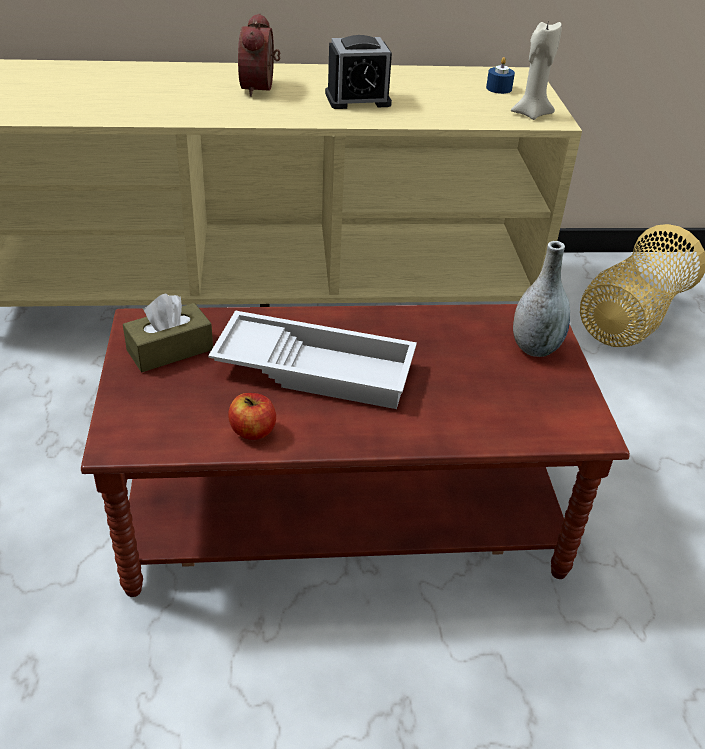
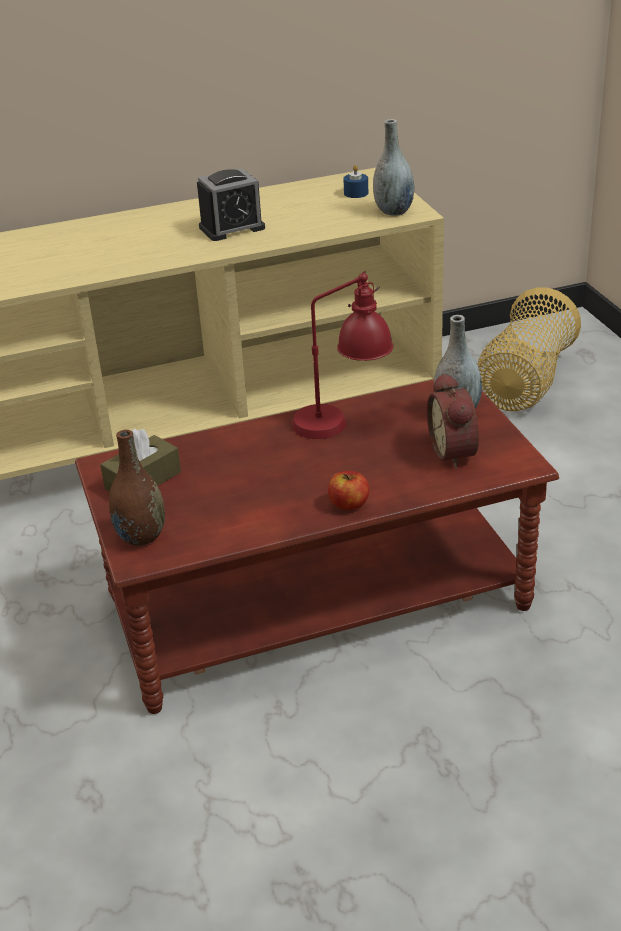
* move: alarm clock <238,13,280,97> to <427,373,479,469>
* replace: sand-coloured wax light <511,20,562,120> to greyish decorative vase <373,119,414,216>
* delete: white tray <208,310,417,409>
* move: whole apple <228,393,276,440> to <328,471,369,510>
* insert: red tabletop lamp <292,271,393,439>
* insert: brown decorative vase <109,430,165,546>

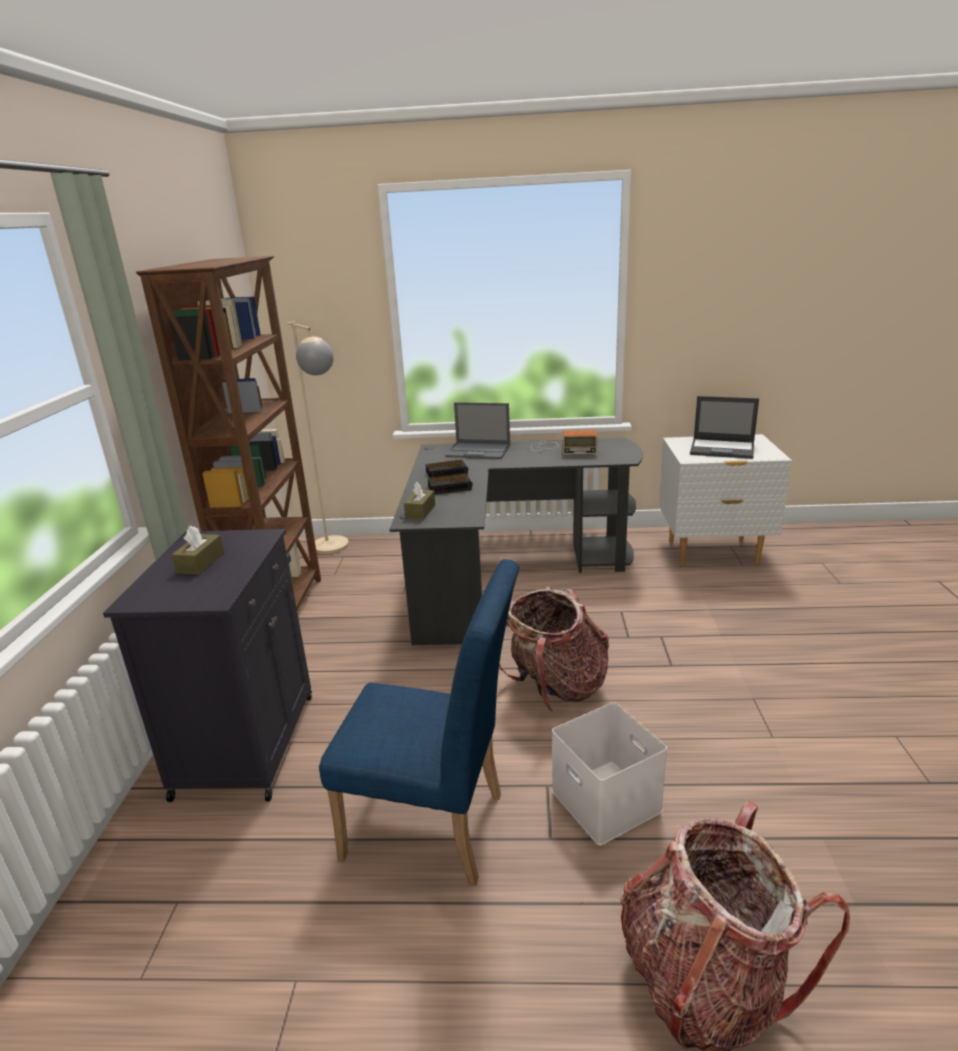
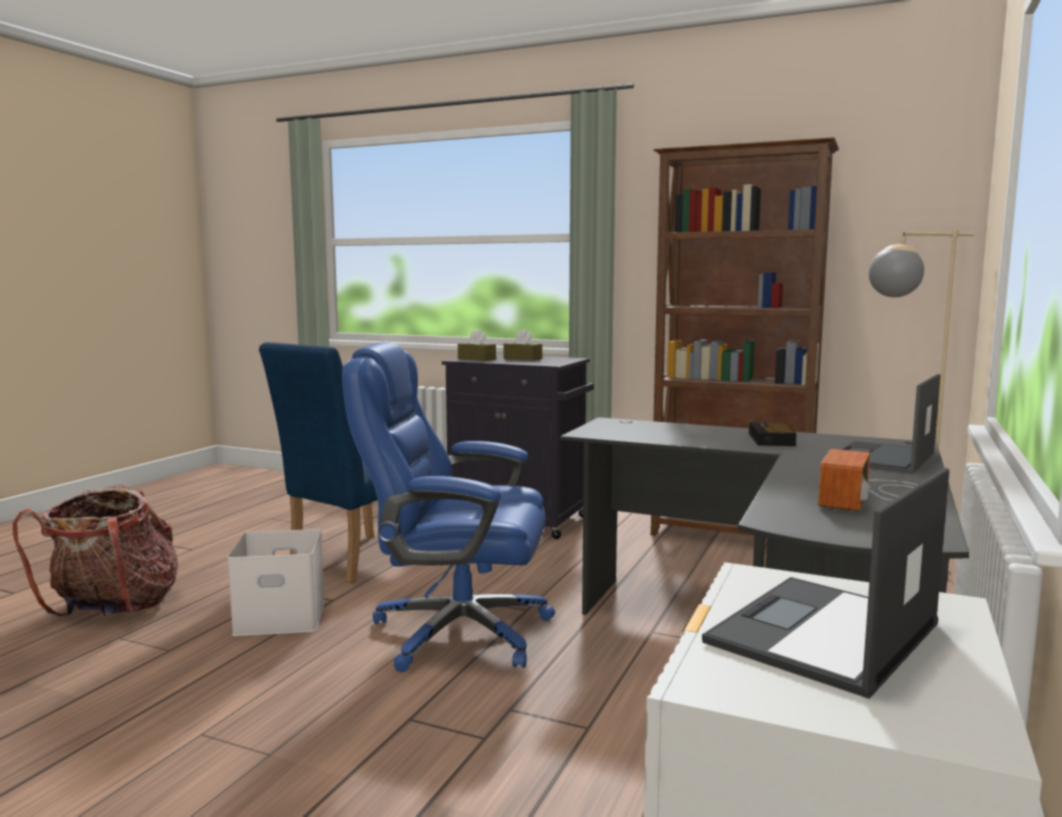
* delete: alarm clock <428,474,473,494>
* move: brown tissue holder <404,482,435,519> to <458,329,496,361>
* replace: rucksack <499,586,609,712> to blue computer chair <342,342,555,672>

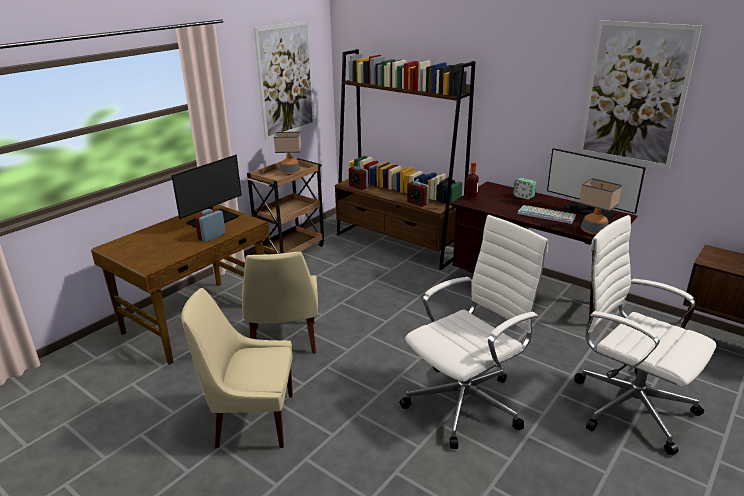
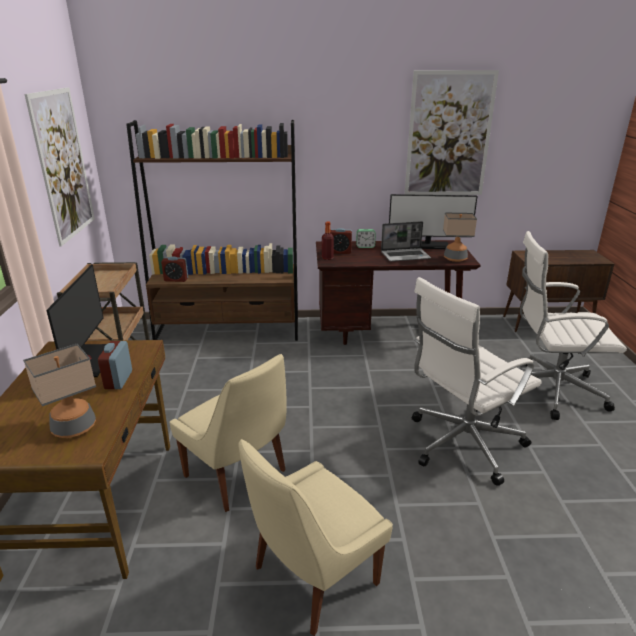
* move: tabletop lamp <274,132,301,175> to <23,344,96,438>
* move: alarm clock <407,181,429,207> to <330,228,352,254>
* replace: computer keyboard <517,205,576,224> to notebook computer <381,221,431,261>
* rotate: white computer chair <400,215,548,449> = <412,277,542,486> 135 degrees counterclockwise

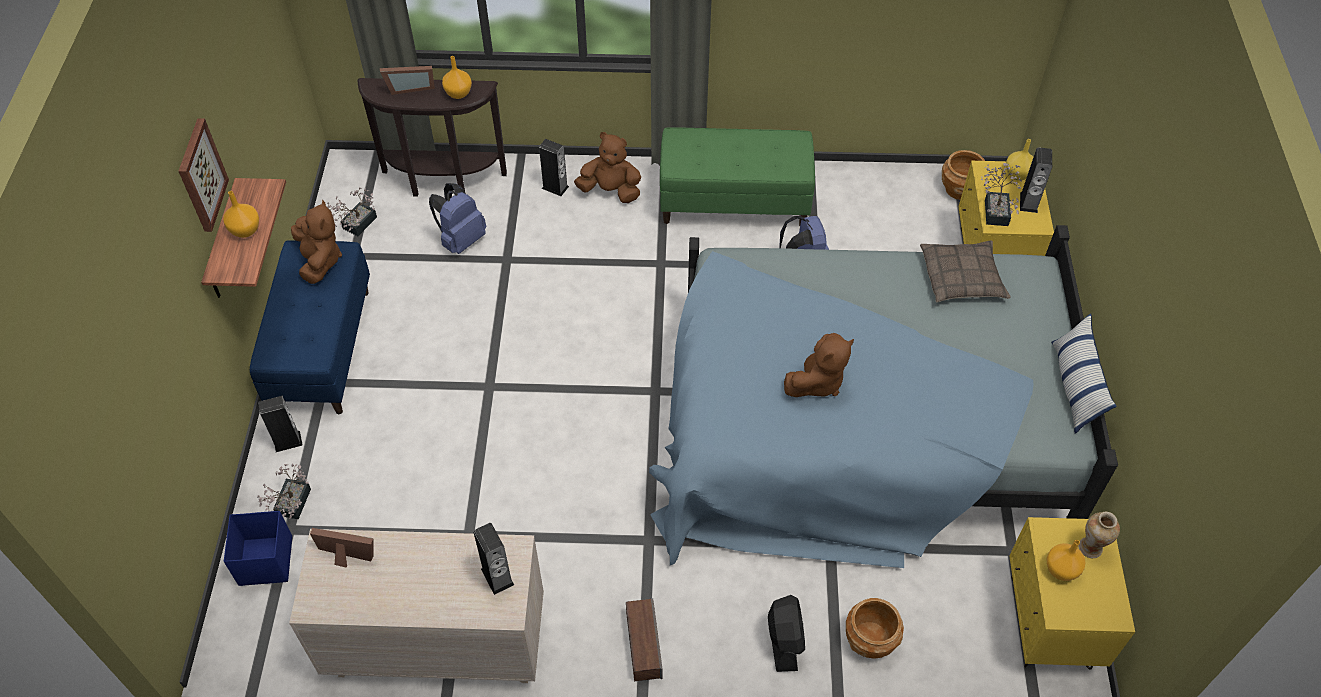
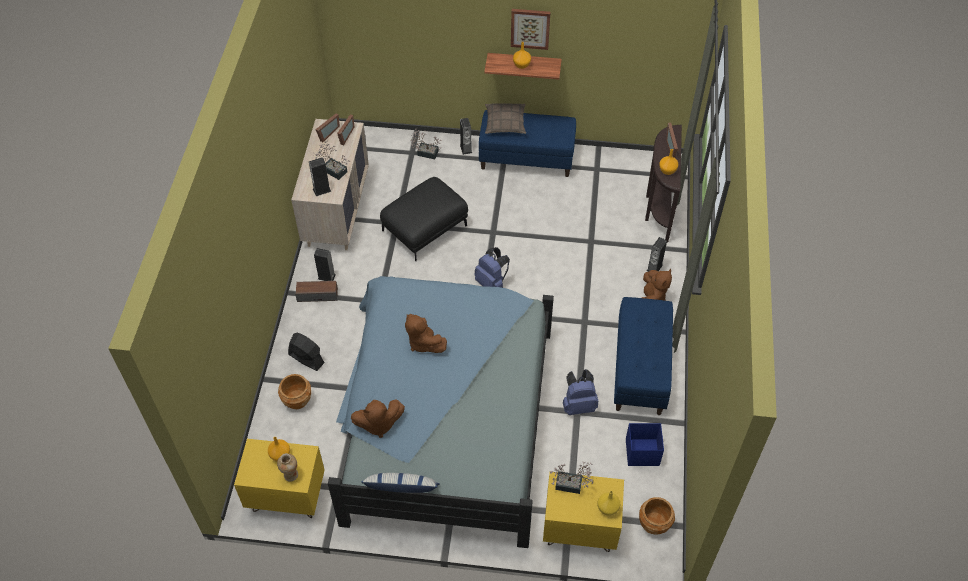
* recolor: greenish long seat <660,127,815,226> to blue long seat <614,297,673,415>
* move: loudspeaker <1020,147,1052,213> to <314,248,336,281>
* move: blue rucksack <429,183,486,254> to <474,247,510,288>
* move: houseplant <327,187,377,236> to <313,141,350,180>
* move: brown soft toy <291,200,342,284> to <351,399,405,438>
* move: cushion <920,240,1011,302> to <485,103,526,134>
* move: blue storage container <224,511,292,586> to <626,423,664,466>
* rotate: black-coloured fan <768,595,805,672> = <288,333,325,371> 150 degrees counterclockwise
* insert: picture frame <315,114,340,142>
* insert: black-coloured footrest <380,177,468,261>

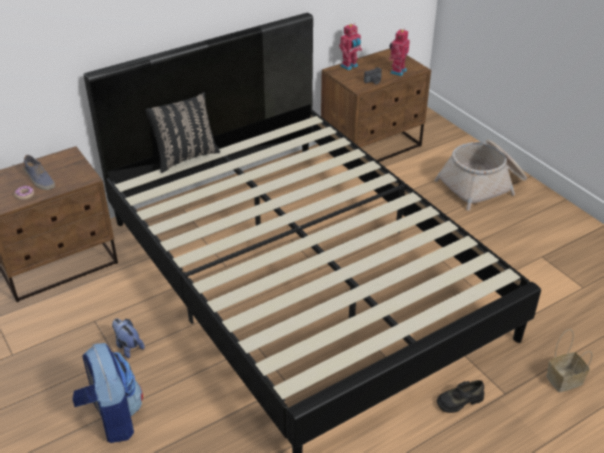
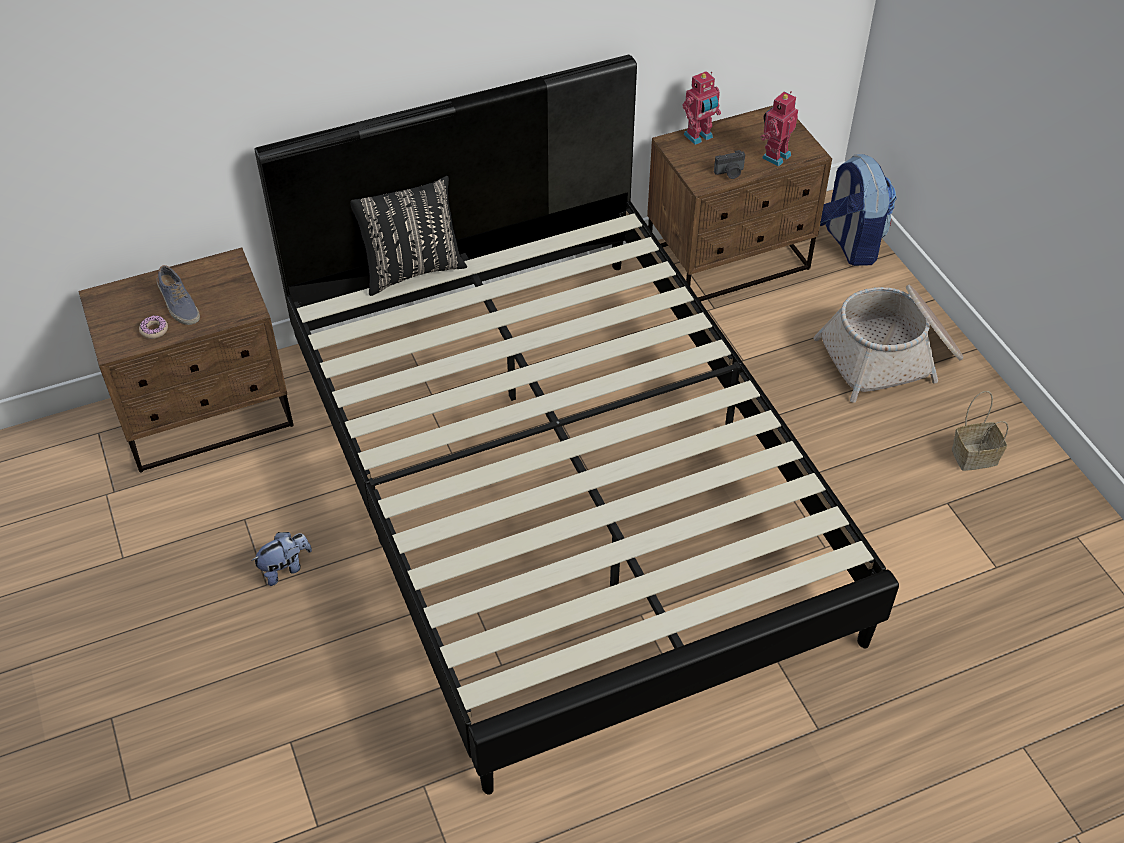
* rotate: soft toy <112,319,144,358> = <251,532,312,586> 90 degrees clockwise
* move: household basket <546,329,592,392> to <952,391,1009,471>
* move: rucksack <72,343,143,443> to <820,154,897,266>
* delete: black-coloured item of footwear <437,380,484,413>

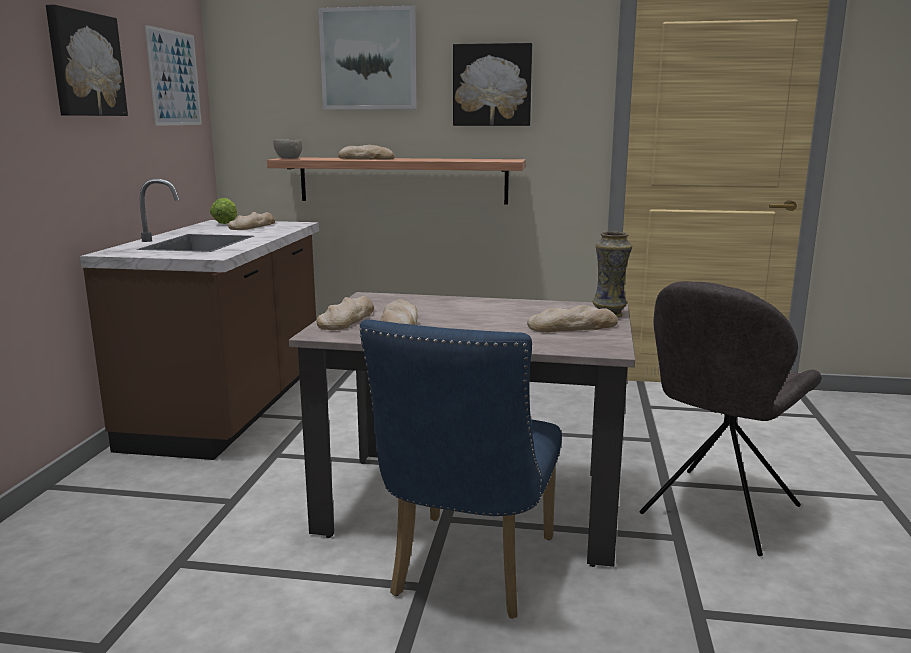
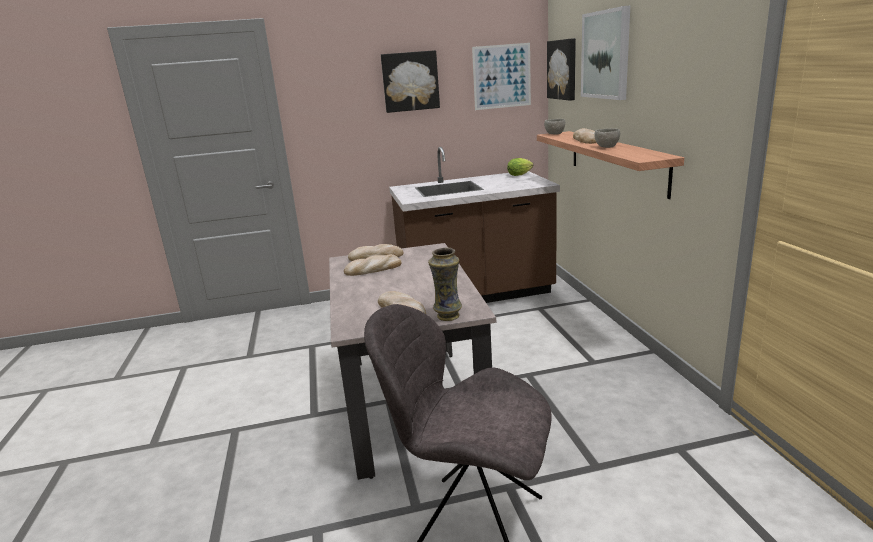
* move: wall art <453,43,532,126> to <547,38,576,101>
* delete: baked bread <228,212,275,230>
* delete: blue upright chair <360,319,562,618>
* insert: greyish serving bowl <595,128,620,148>

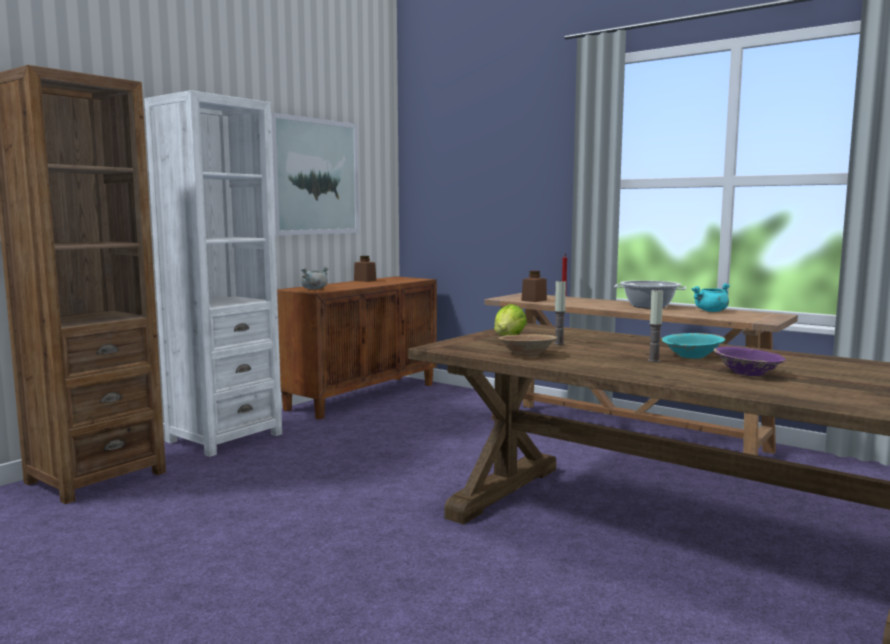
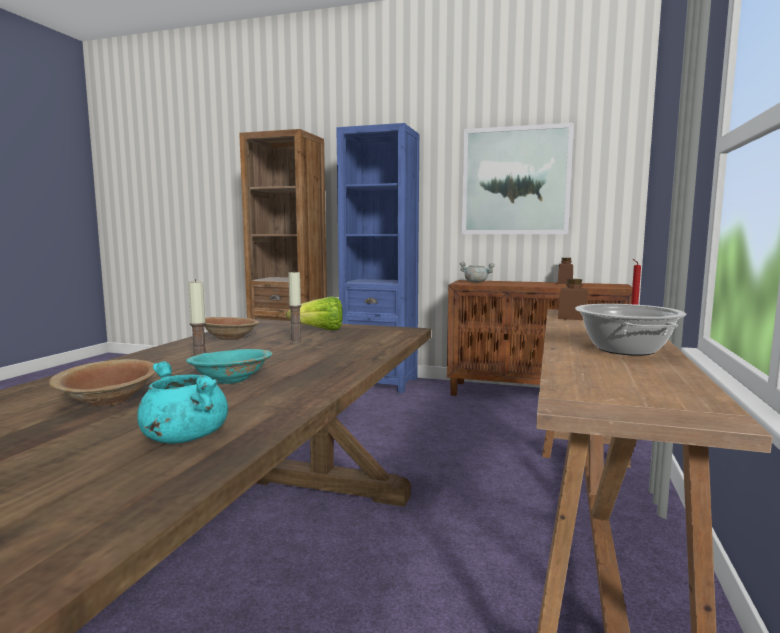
* recolor: white bookcase <145,90,282,457> to blue bookcase <336,123,419,393>
* move: turquoise stockpot <692,283,730,312> to <137,361,228,444>
* recolor: purple serving bowl <713,346,786,376> to brown serving bowl <49,359,156,407>

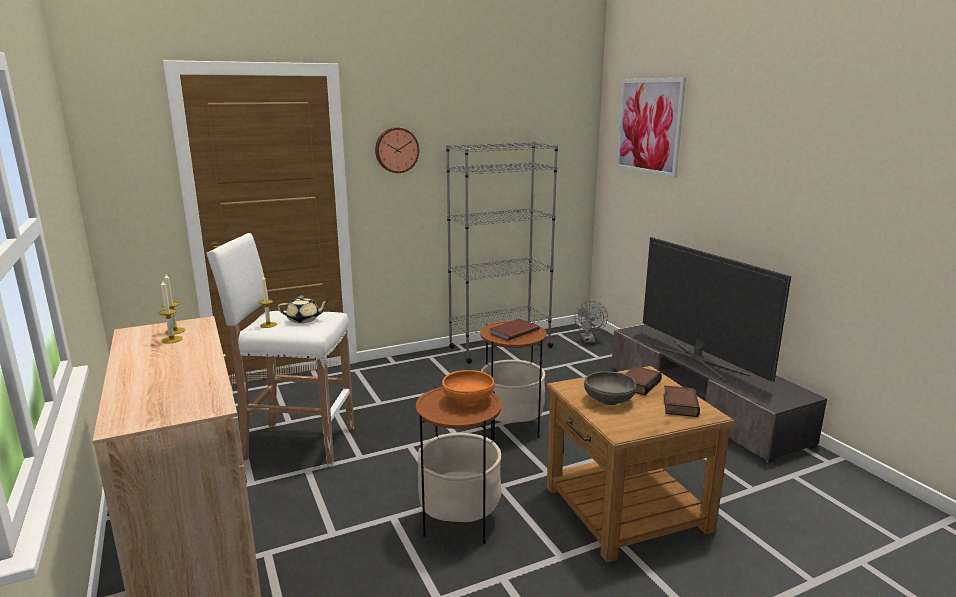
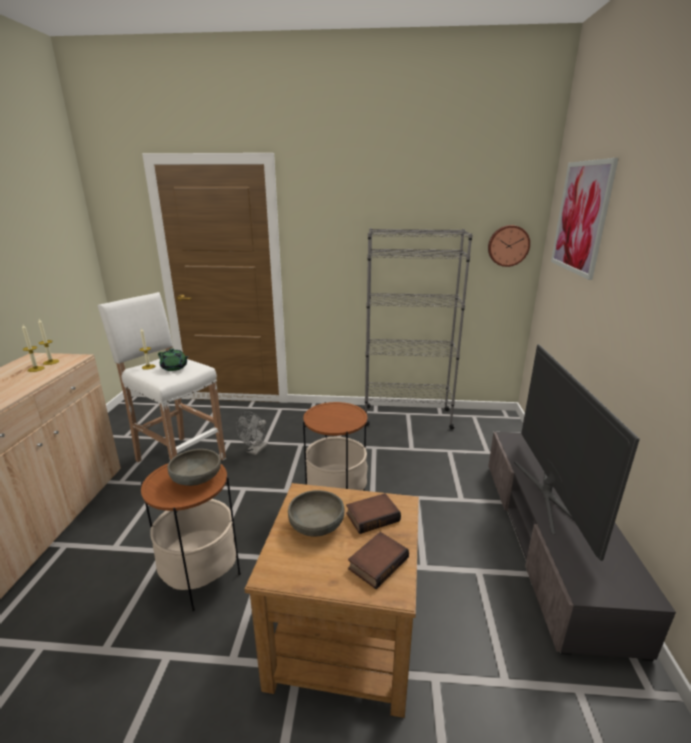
* move: hanging clock <375,127,419,173> to <488,225,530,267>
* recolor: sand-coloured tea pot <278,296,328,323> to greenish tea pot <158,348,189,371>
* move: greyish fan <575,301,608,343> to <236,411,268,455>
* delete: brown book <489,319,539,341>
* recolor: orange serving bowl <442,370,495,405> to greyish serving bowl <167,449,221,486>

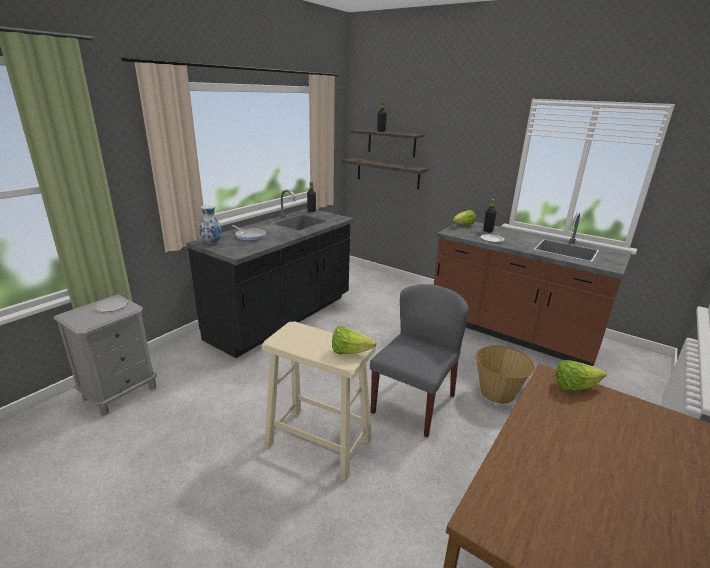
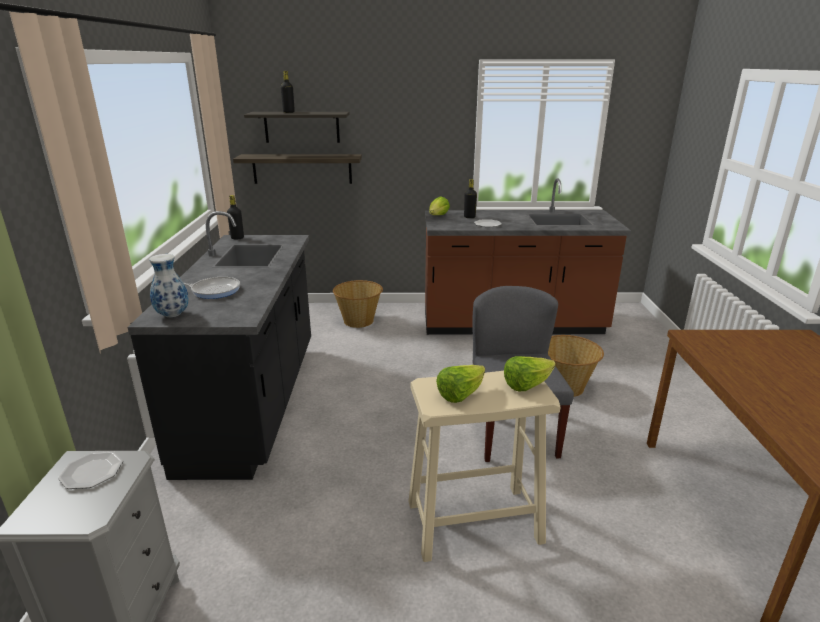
* move: head of lettuce <556,360,606,392> to <436,365,485,403>
* insert: household basket <333,280,383,328>

